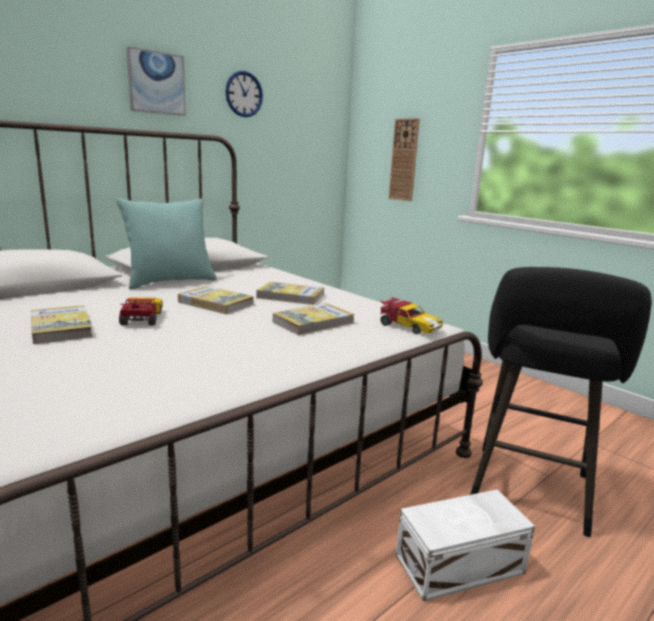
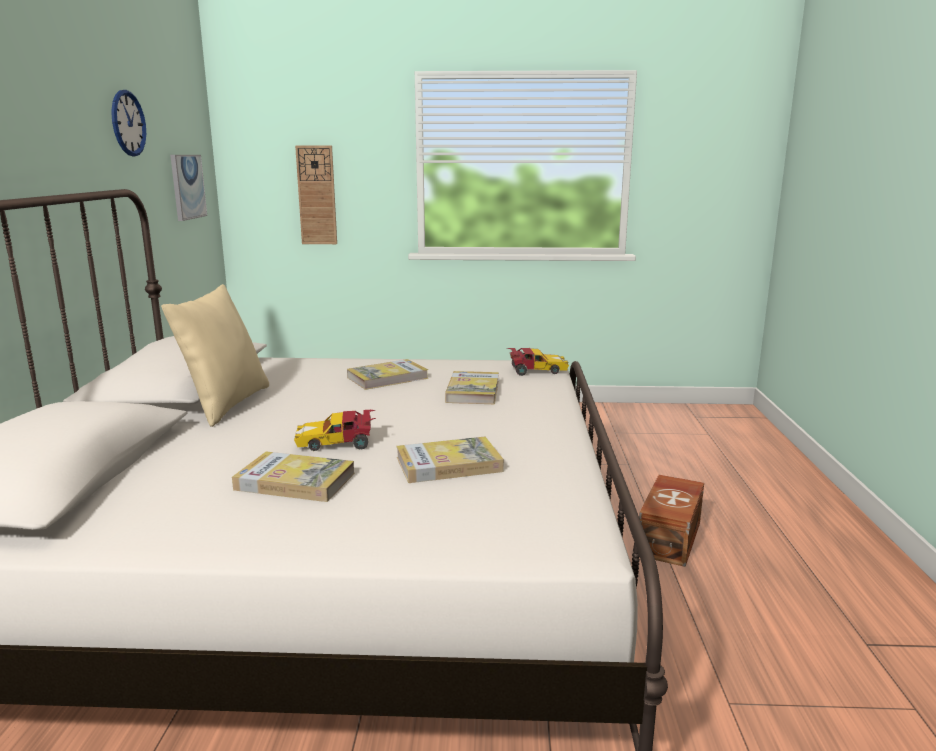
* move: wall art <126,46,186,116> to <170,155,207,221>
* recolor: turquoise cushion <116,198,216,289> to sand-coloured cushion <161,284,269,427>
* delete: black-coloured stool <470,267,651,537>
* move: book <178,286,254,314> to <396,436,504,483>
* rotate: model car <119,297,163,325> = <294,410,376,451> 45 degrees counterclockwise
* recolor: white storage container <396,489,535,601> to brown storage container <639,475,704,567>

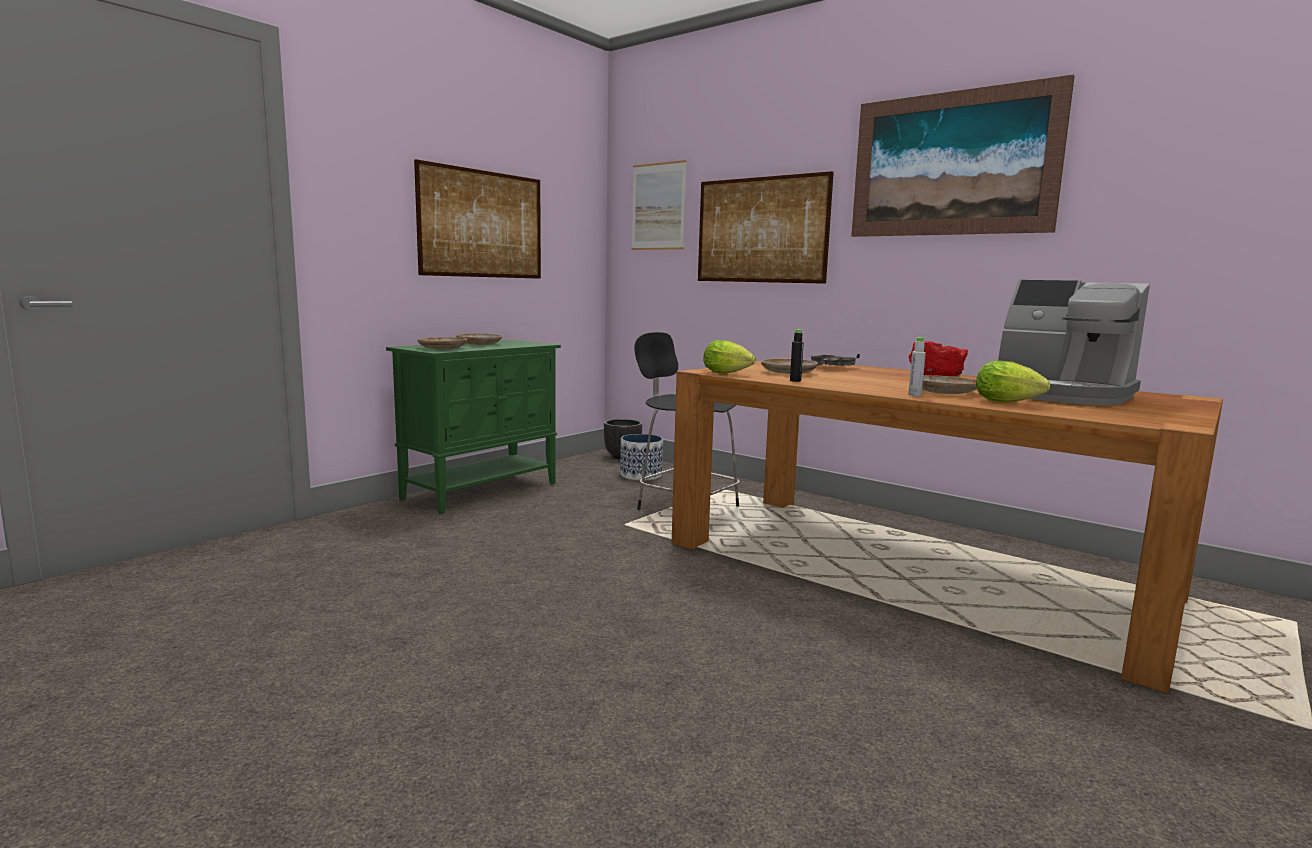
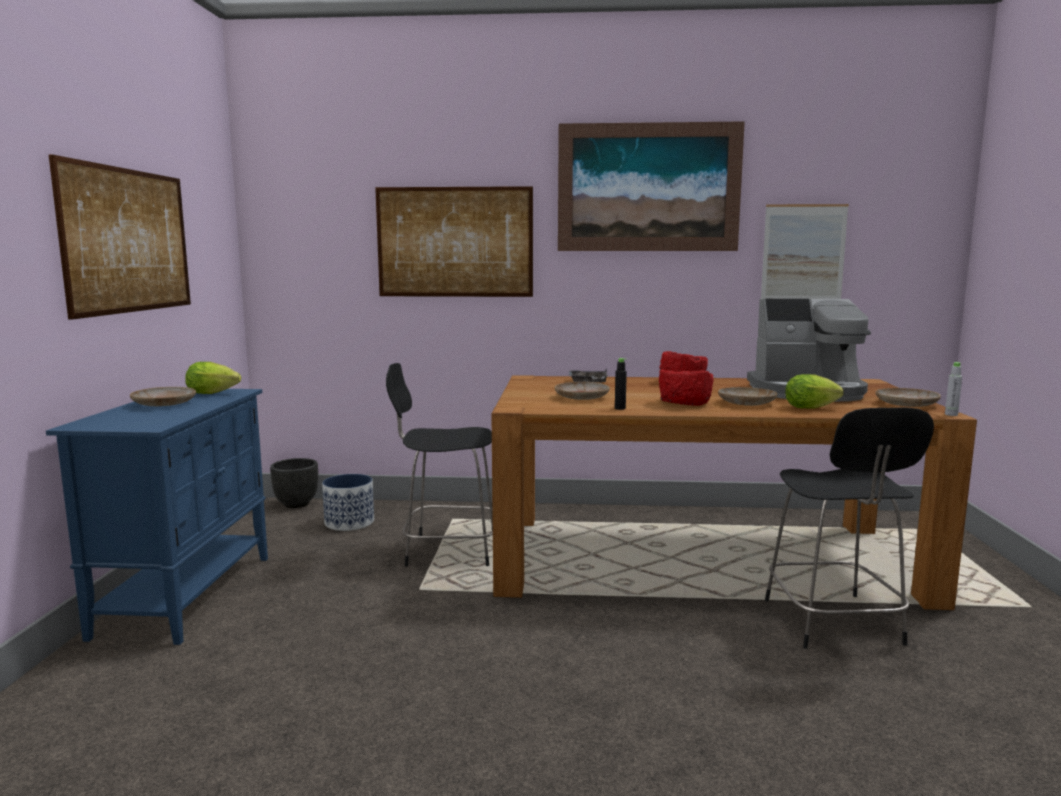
* move: wall art <632,160,687,250> to <761,204,849,299>
* move: sand-coloured dinner plate <418,337,467,349> to <875,388,941,407>
* move: greyish drink bottle <908,337,926,396> to <945,362,962,416>
* recolor: greenish storage cabinet <386,340,561,514> to blue storage cabinet <46,389,268,645>
* move: head of lettuce <703,340,755,373> to <185,362,241,394>
* insert: red serving bowl <659,369,714,406>
* insert: black-coloured stool <765,408,934,649>

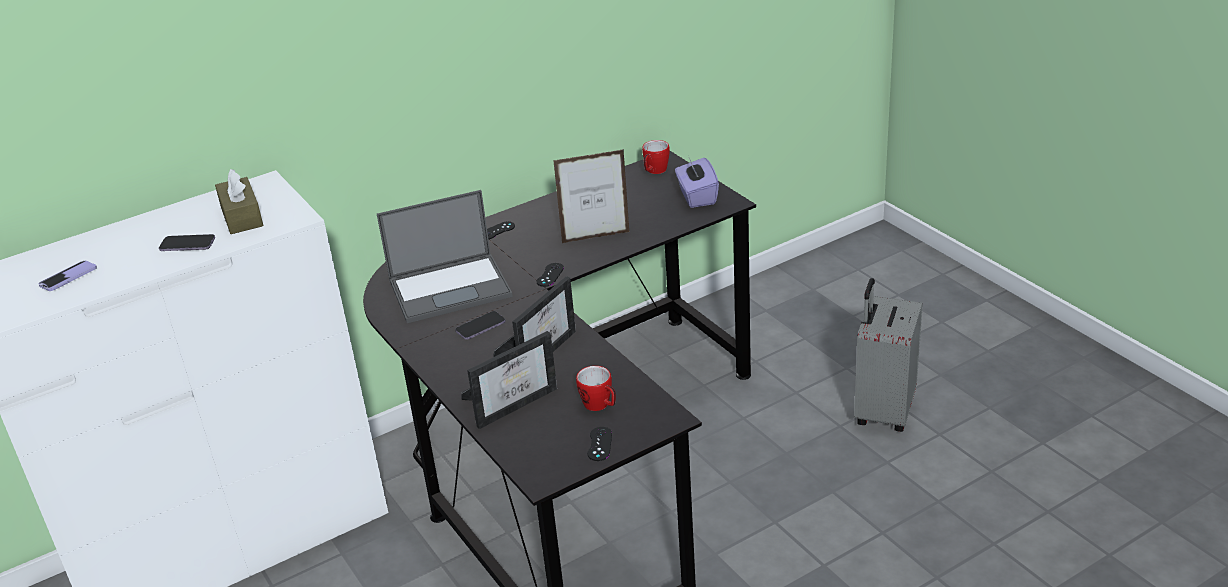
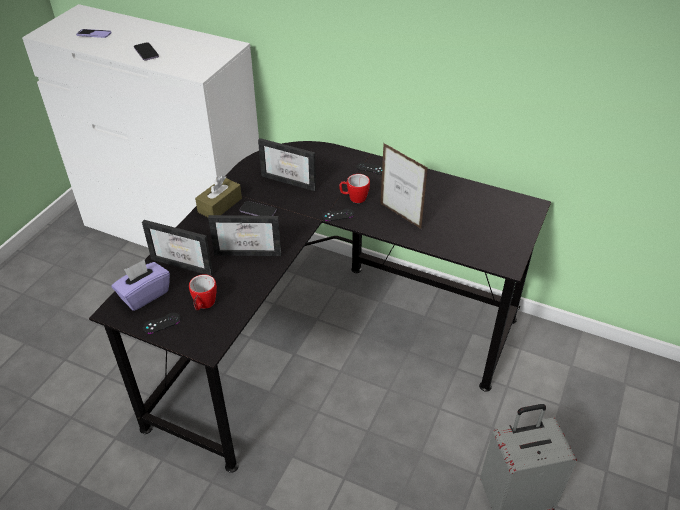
* move: mug <642,140,670,174> to <339,174,370,203>
* move: purple tissue holder <675,158,719,208> to <111,260,170,311>
* move: brown tissue holder <215,169,263,234> to <195,175,242,217>
* replace: notebook computer <377,190,513,323> to picture frame <258,138,316,191>

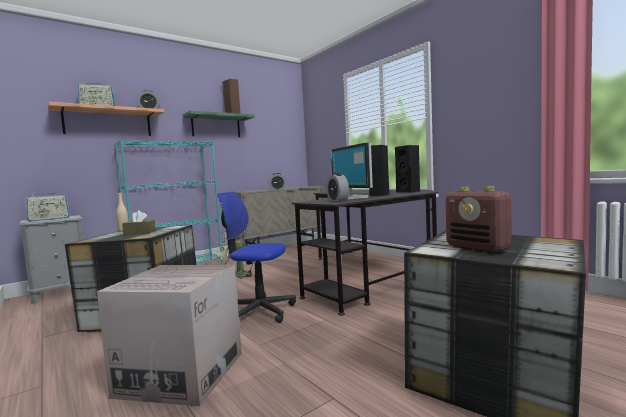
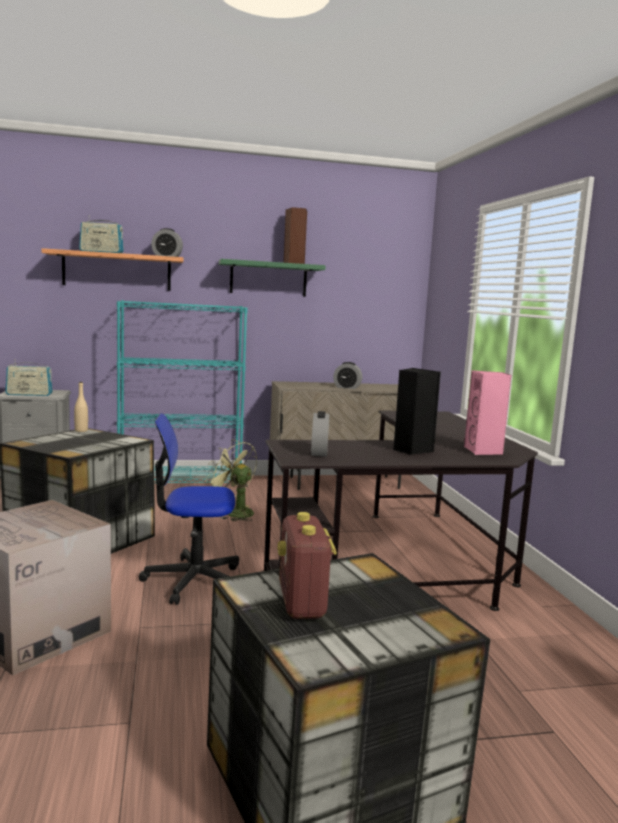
* delete: computer display <331,142,373,199>
* recolor: black-coloured loudspeaker <395,145,420,193> to pinkish loudspeaker <464,370,511,455>
* rotate: computer chair <217,191,296,323> = <139,413,239,605> 45 degrees counterclockwise
* delete: brown tissue holder <122,210,156,235>

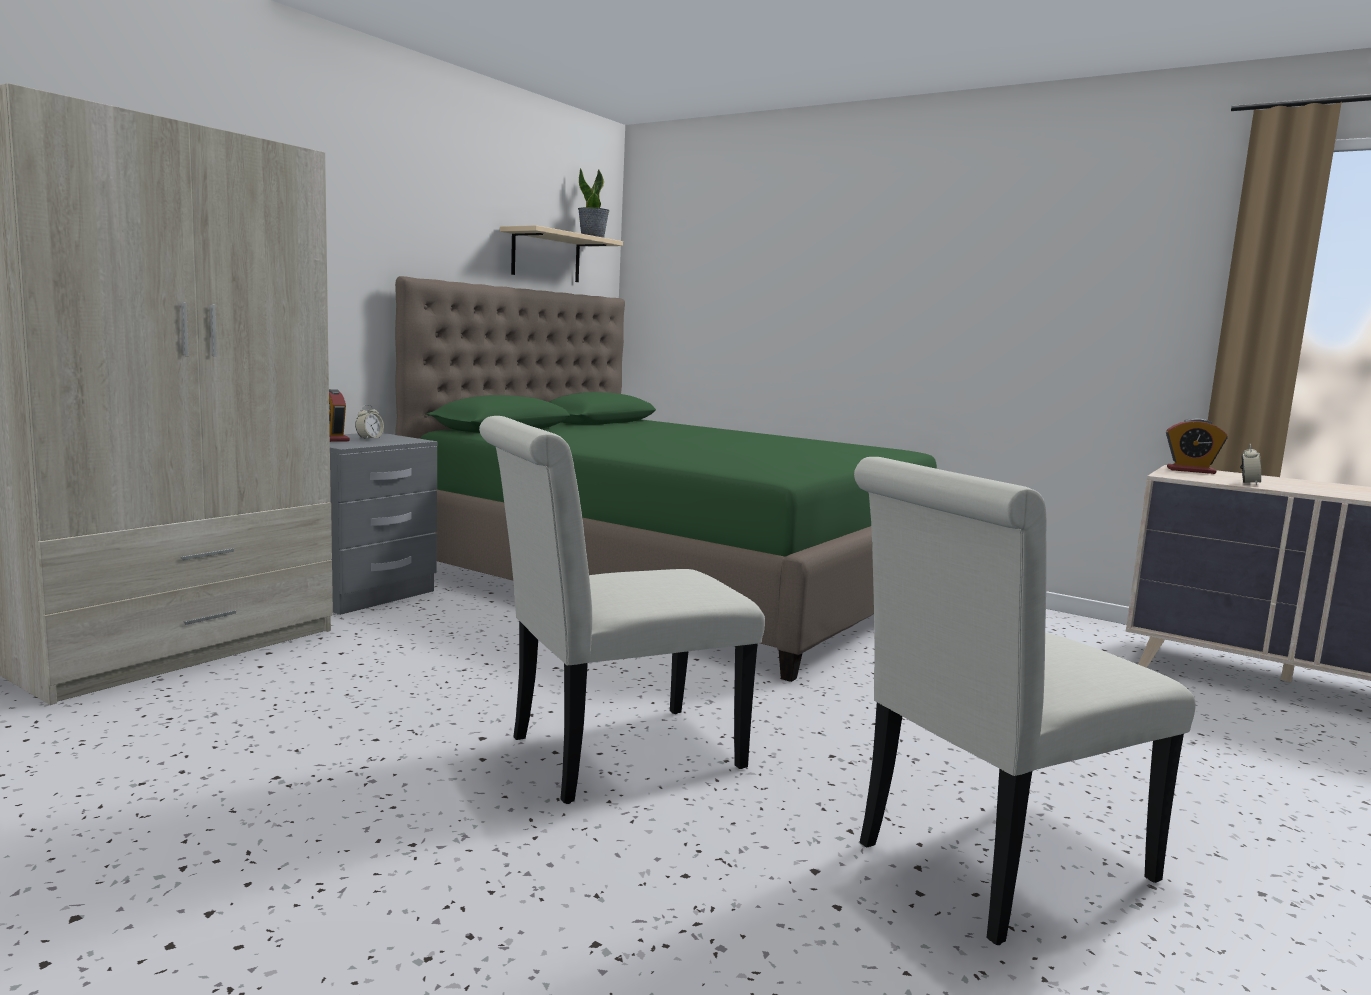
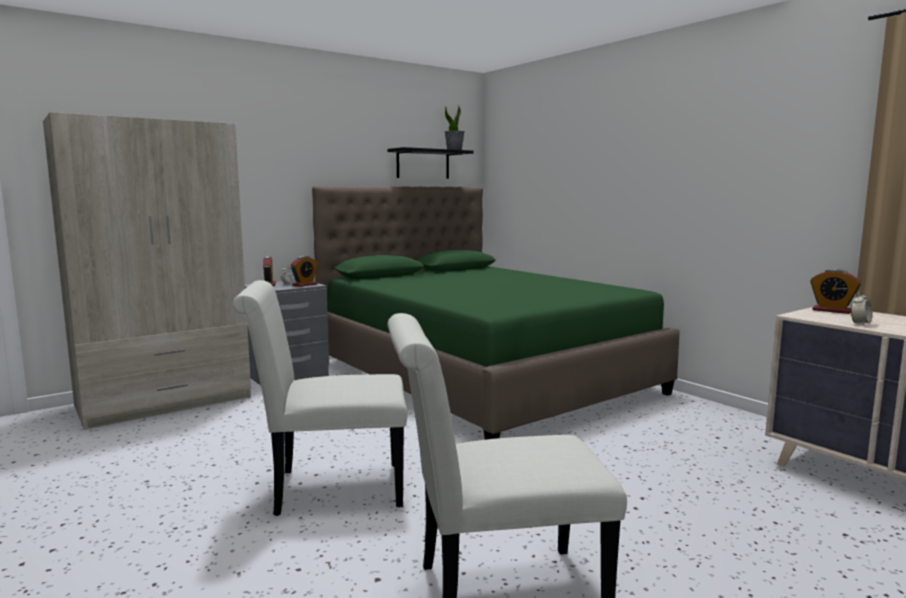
* recolor: sand-coloured bracket shelf <500,225,623,282> to black-coloured bracket shelf <387,147,474,179>
* insert: alarm clock <290,256,318,287>

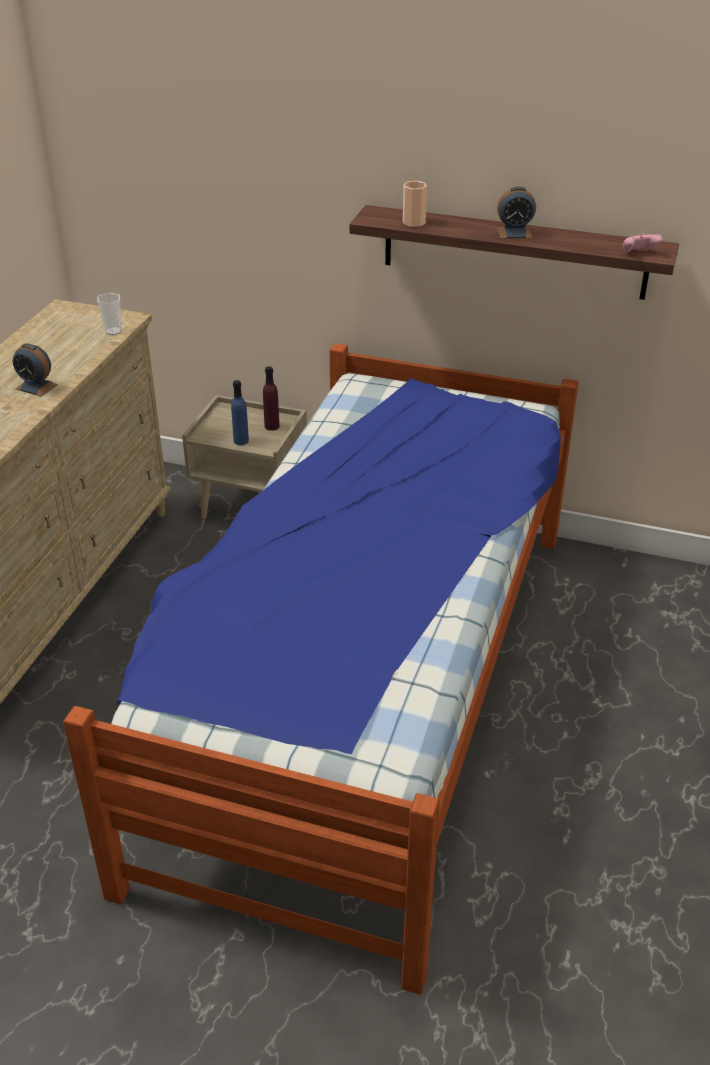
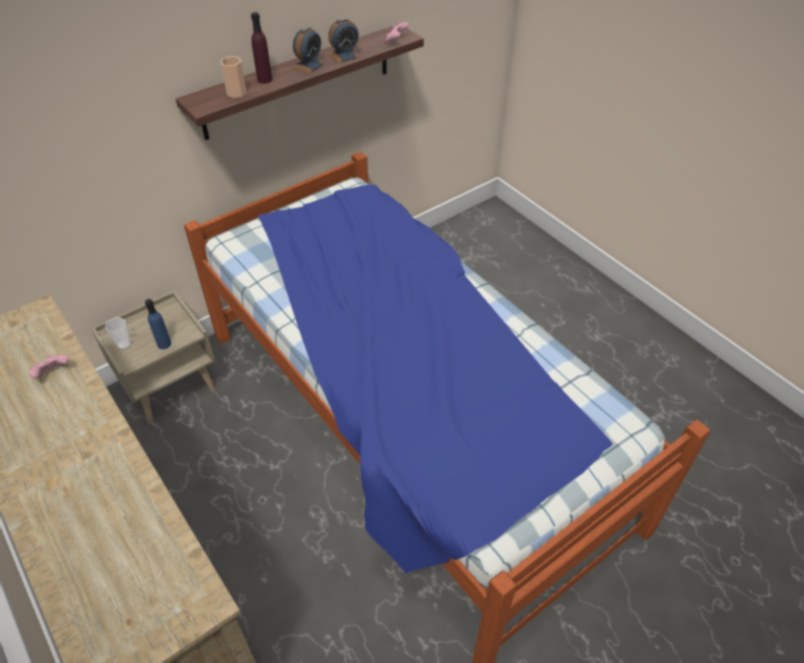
* move: cup <97,293,121,335> to <105,317,131,350>
* move: alarm clock <13,343,58,397> to <328,18,360,63>
* move: purple drink bottle <263,366,279,431> to <251,12,272,84>
* insert: pinkish joypad <29,355,69,379>

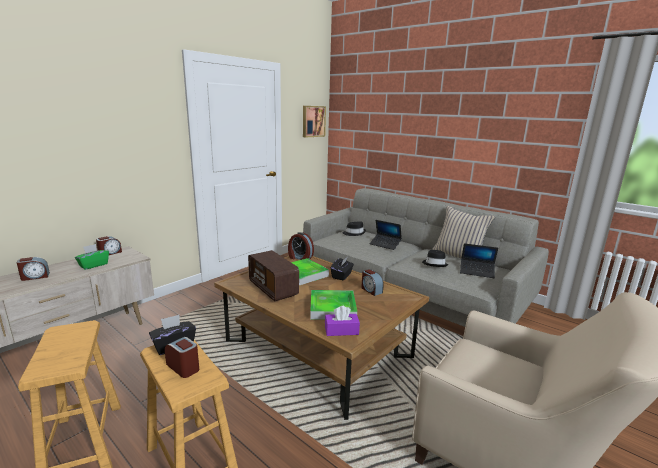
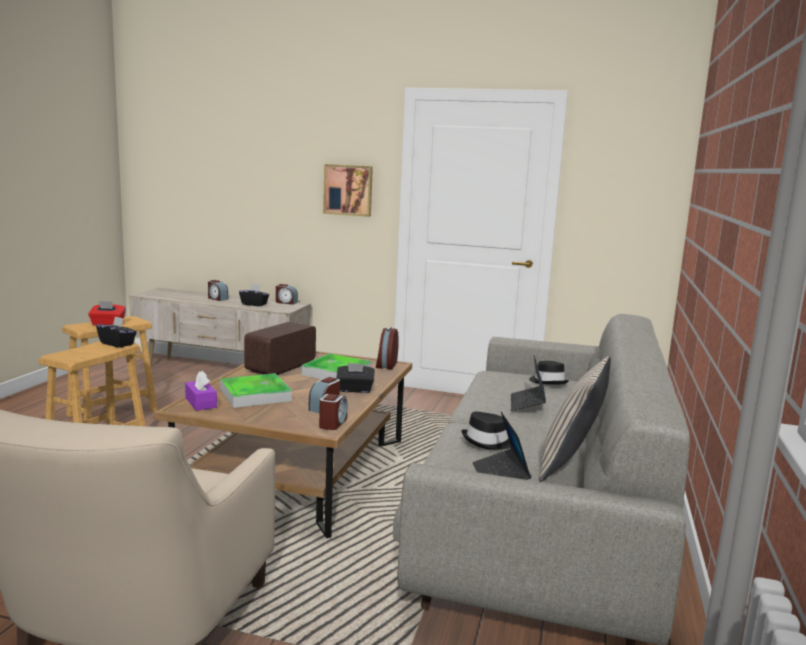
* move: wall art <303,106,326,138> to <323,164,373,217>
* recolor: greenish tissue holder <75,244,109,270> to black-coloured tissue holder <239,284,269,306>
* move: alarm clock <165,337,199,378> to <319,394,347,430>
* insert: red tissue holder <88,301,126,326>

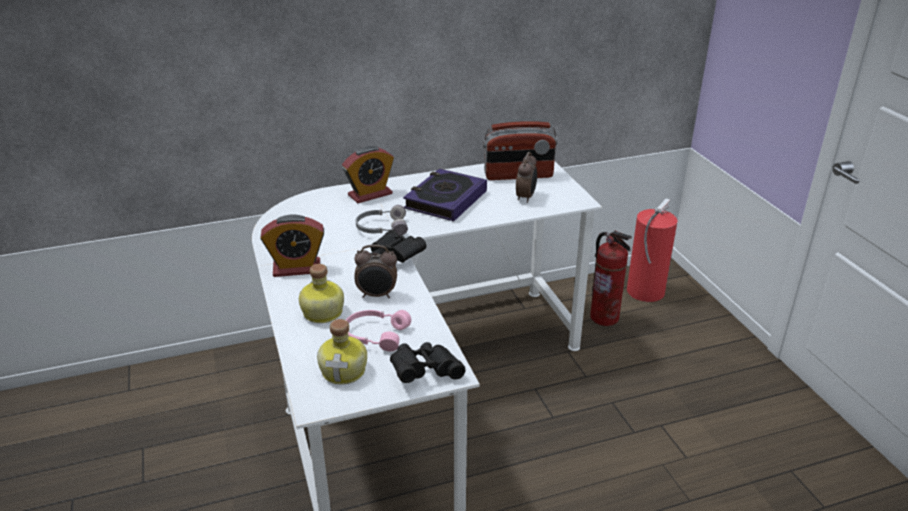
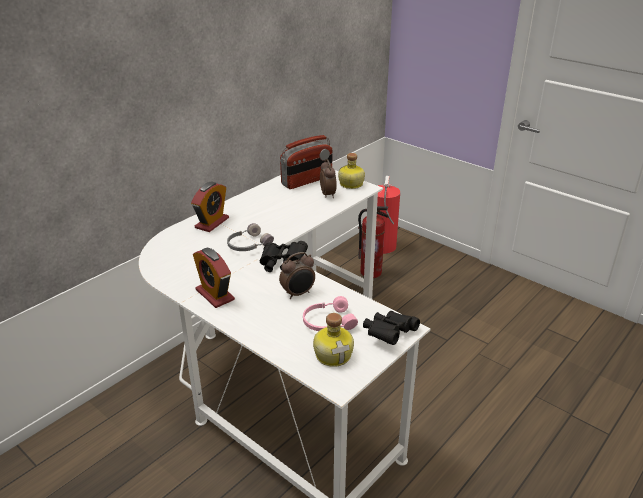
* delete: book <403,168,487,222>
* rotate: alarm clock <260,214,324,277> = <193,248,235,308> 90 degrees clockwise
* move: drink bottle <299,264,344,323> to <338,153,365,189>

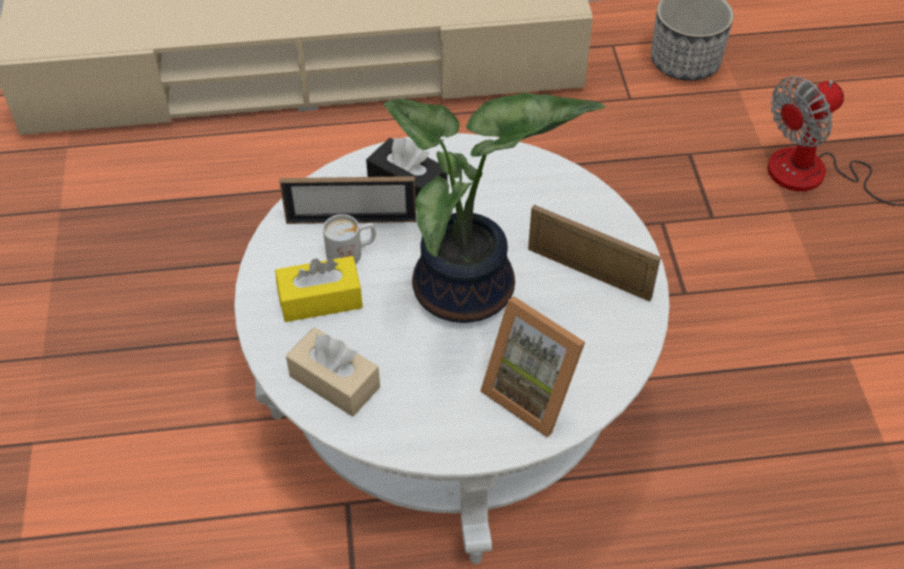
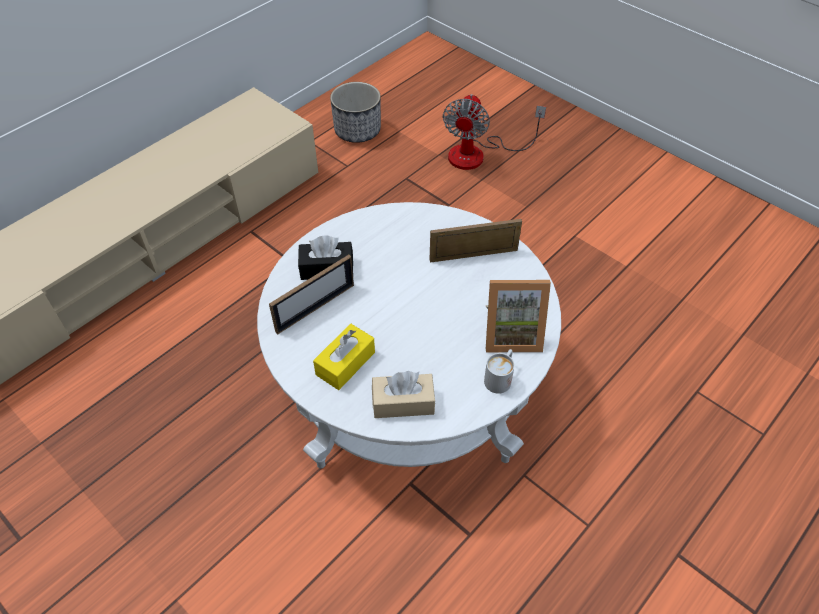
* delete: houseplant <383,93,605,323>
* move: white mug <323,214,376,264> to <484,349,515,394>

